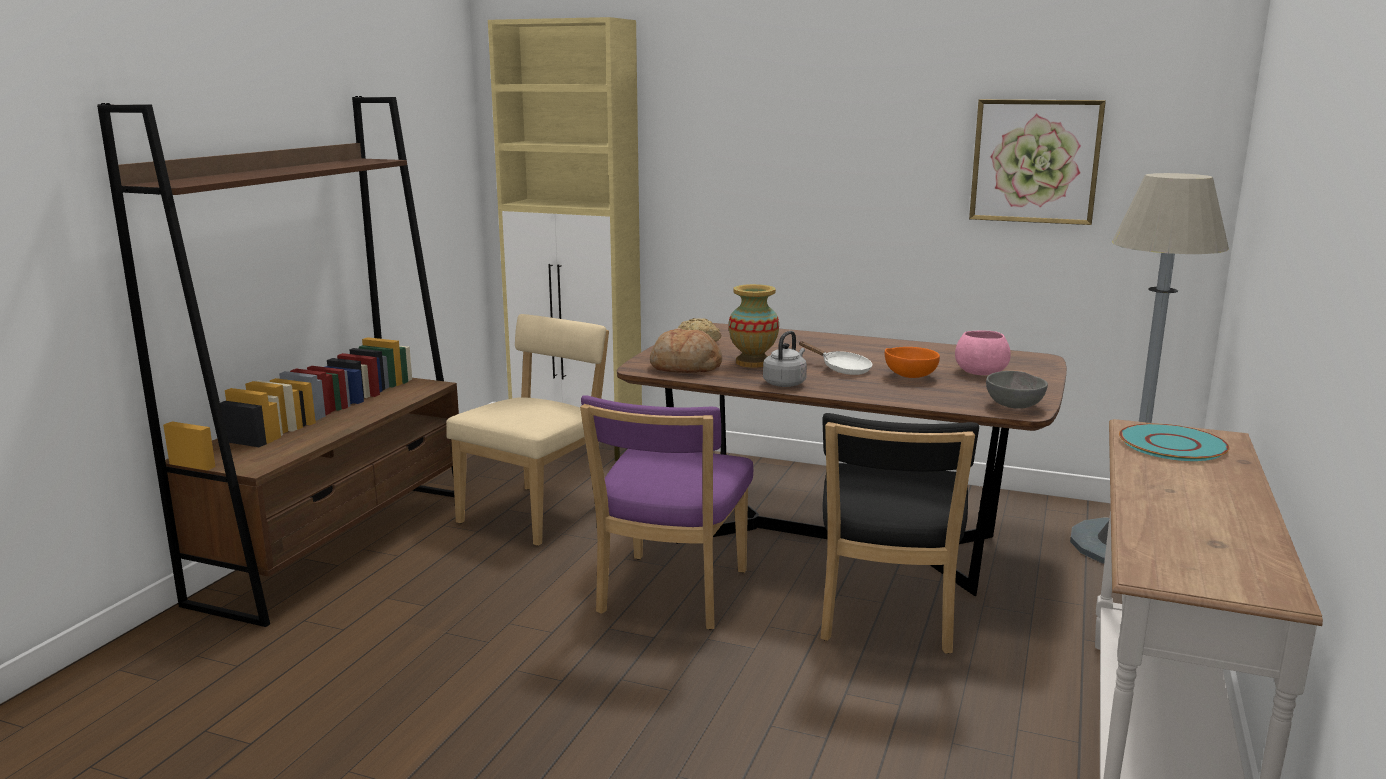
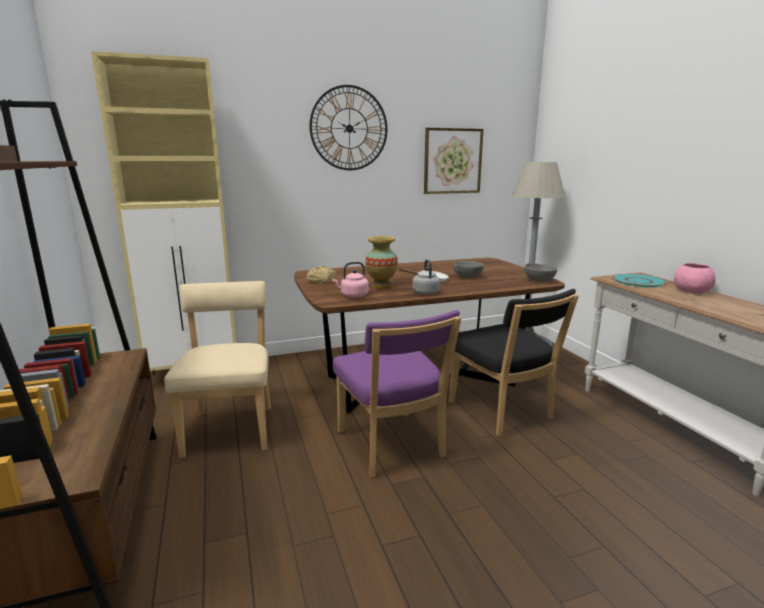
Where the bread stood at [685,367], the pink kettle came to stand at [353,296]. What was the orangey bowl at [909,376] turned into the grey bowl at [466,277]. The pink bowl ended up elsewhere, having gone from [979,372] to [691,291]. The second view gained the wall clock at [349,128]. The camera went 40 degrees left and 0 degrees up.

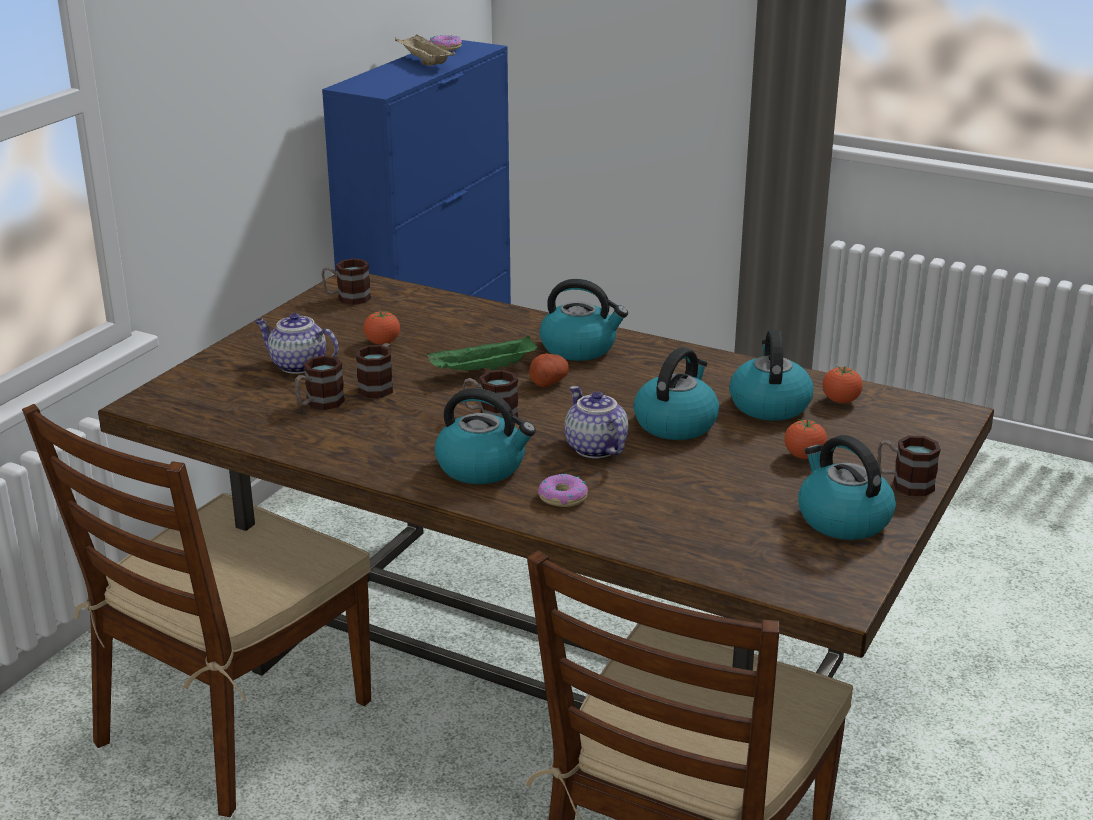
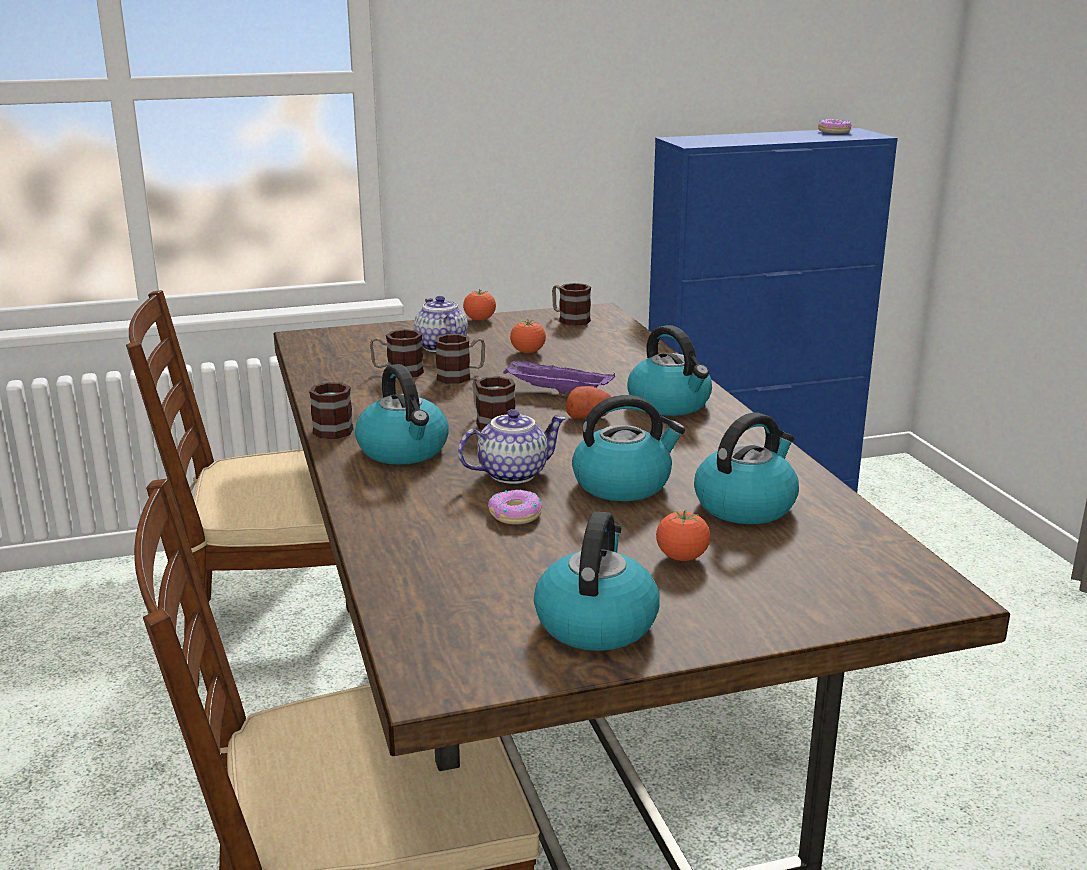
The second view lost the sand-coloured serving tray at [424,62]. What was the green serving tray at [482,371] turned into the purple serving tray at [555,392]. The doughnut ended up elsewhere, having gone from [562,497] to [515,515]. The tea pot at [594,448] ended up facing another way, 45 degrees clockwise from before. The fresh tomato ended up elsewhere, having gone from [840,401] to [479,320]. The tea mug ended up elsewhere, having gone from [904,483] to [331,428]. The camera went 45 degrees right and 5 degrees down.

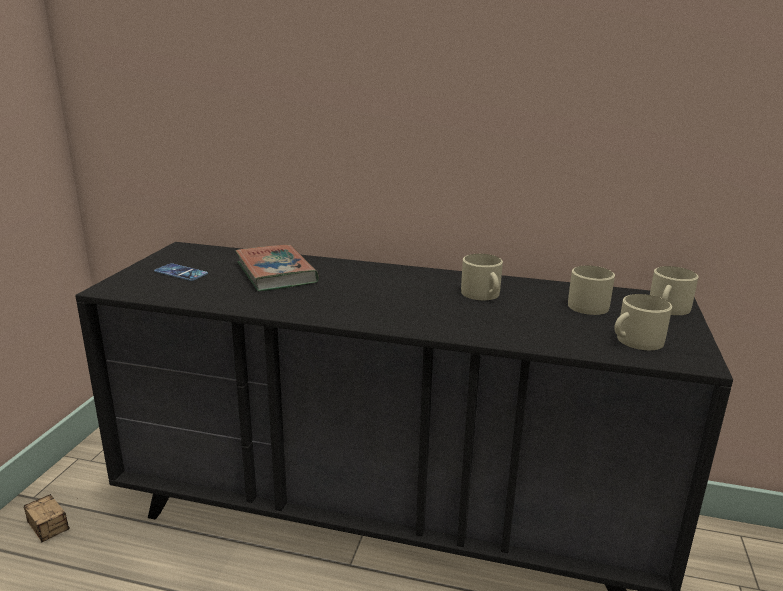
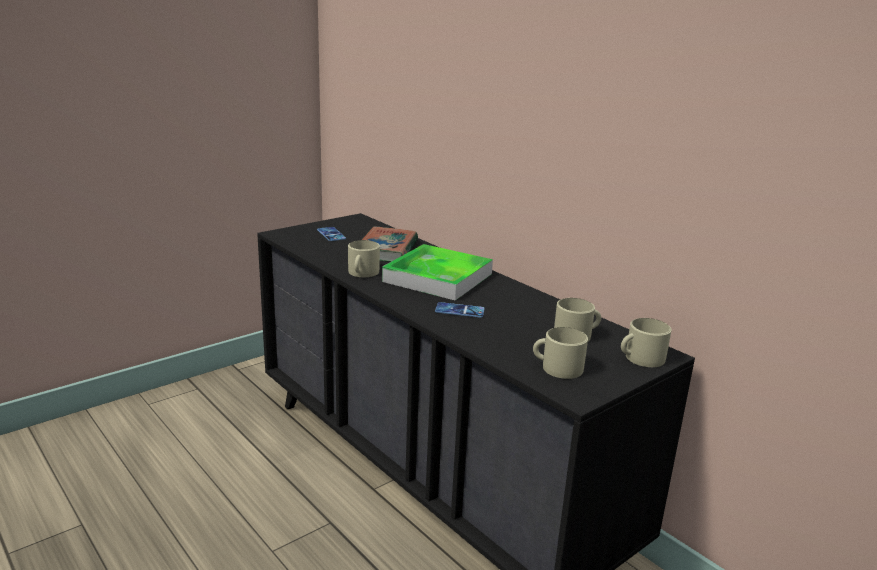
The second view lost the storage bin at [58,541]. The sand-coloured tea mug ended up elsewhere, having gone from [483,295] to [362,273]. The second view gained the serving tray at [438,277]. The second view gained the phone at [459,310]. The camera went 35 degrees right and 0 degrees up.

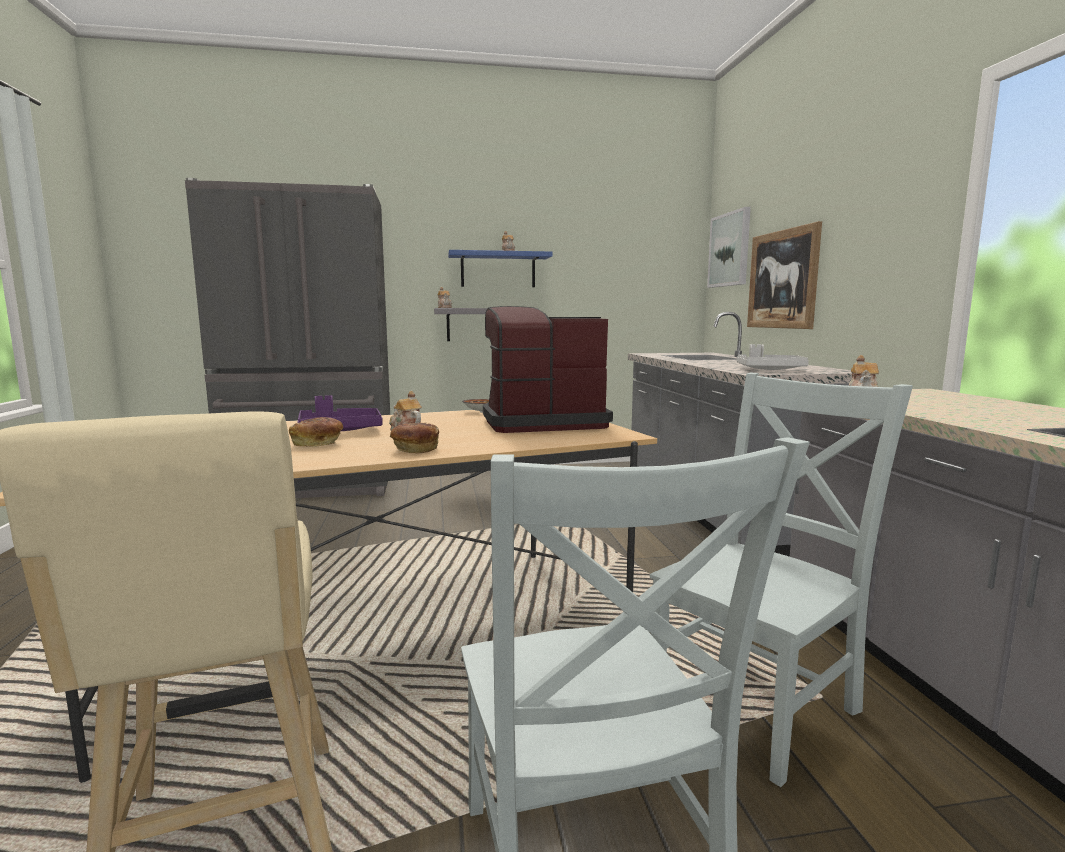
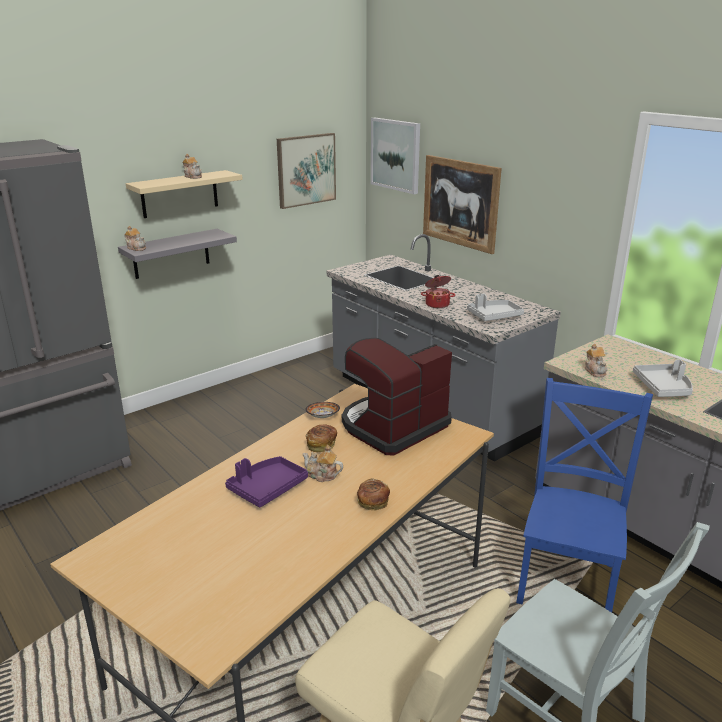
The bread ended up elsewhere, having gone from [318,444] to [321,445]. What was the bluish shelf at [498,270] turned into the sand-coloured shelf at [179,194]. What was the grey chair at [759,703] turned into the bluish chair at [568,579]. The second view gained the wall picture at [306,170]. The second view gained the stockpot at [437,304]. The second view gained the grey serving tray at [663,387]. The camera went 30 degrees left and 15 degrees up.

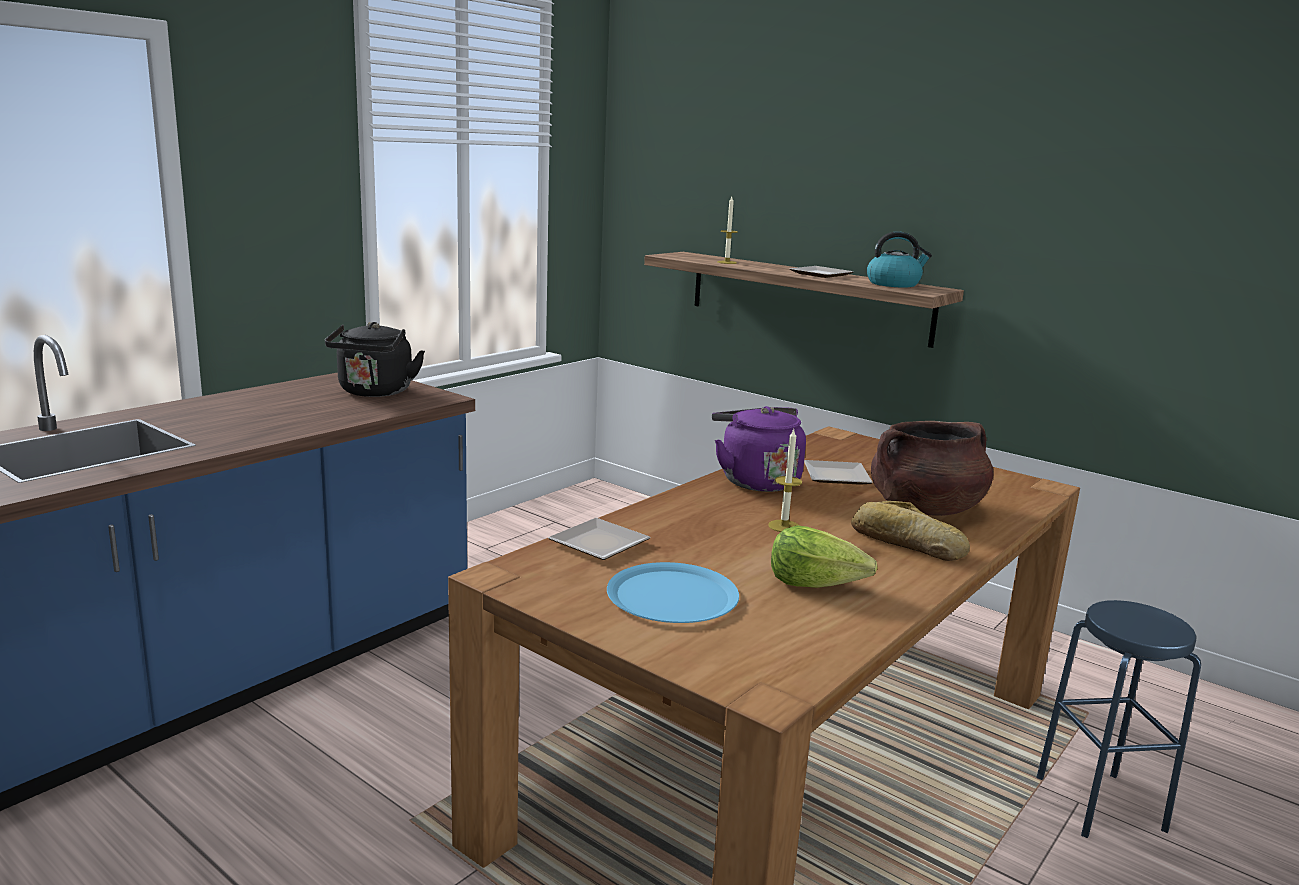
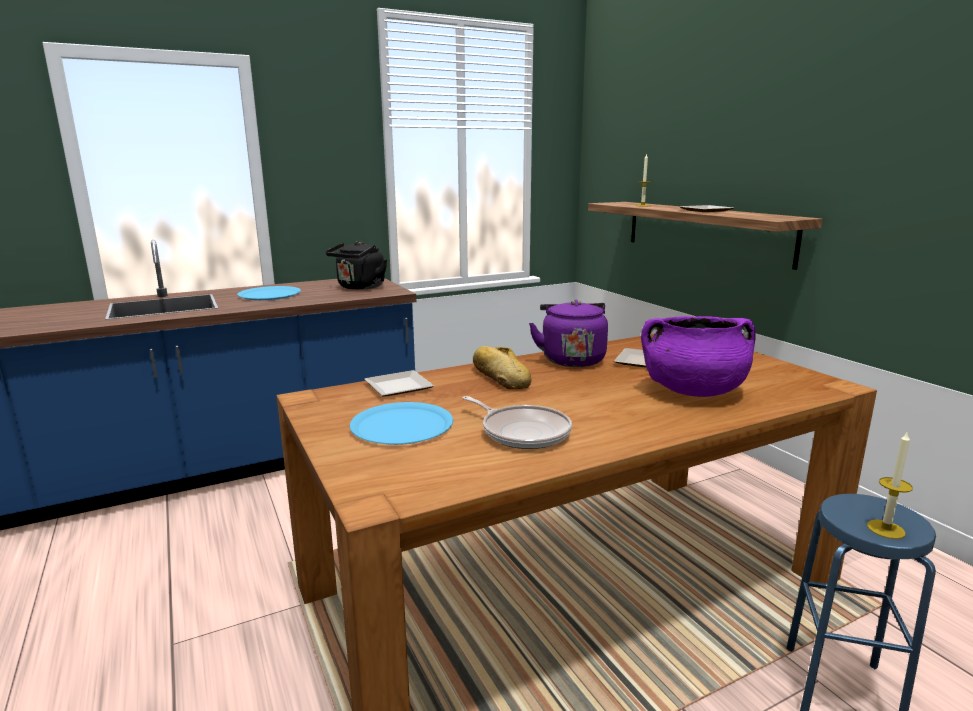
The candle ended up elsewhere, having gone from [784,526] to [885,529]. Where the lettuce head stood at [815,583], the pan came to stand at [522,432]. The bread ended up elsewhere, having gone from [905,543] to [500,377]. The second view lost the kettle at [894,284]. What was the brown-coloured stockpot at [925,508] turned into the purple stockpot at [693,391]. The second view gained the bluish plate at [269,294]. The camera went 25 degrees right and 0 degrees up.

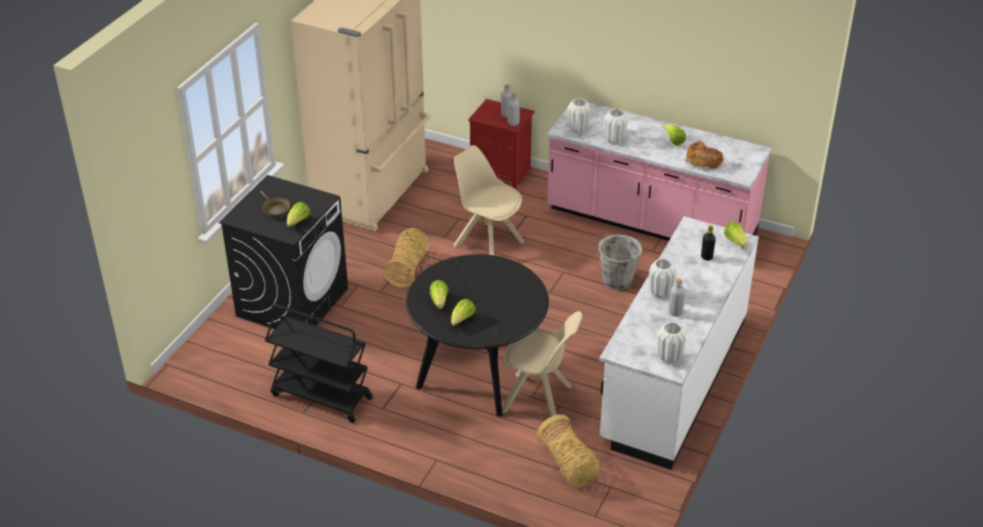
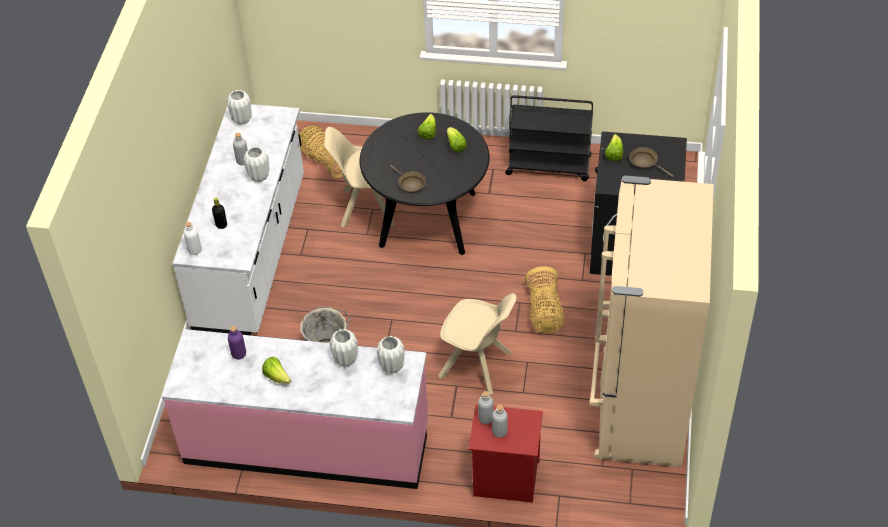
Where the bread stood at [703,160], the purple drink bottle came to stand at [239,354]. Where the lettuce head stood at [735,241], the whitish drink bottle came to stand at [194,250]. The second view gained the brown-coloured pan at [410,184]. The camera went 165 degrees right and 10 degrees up.

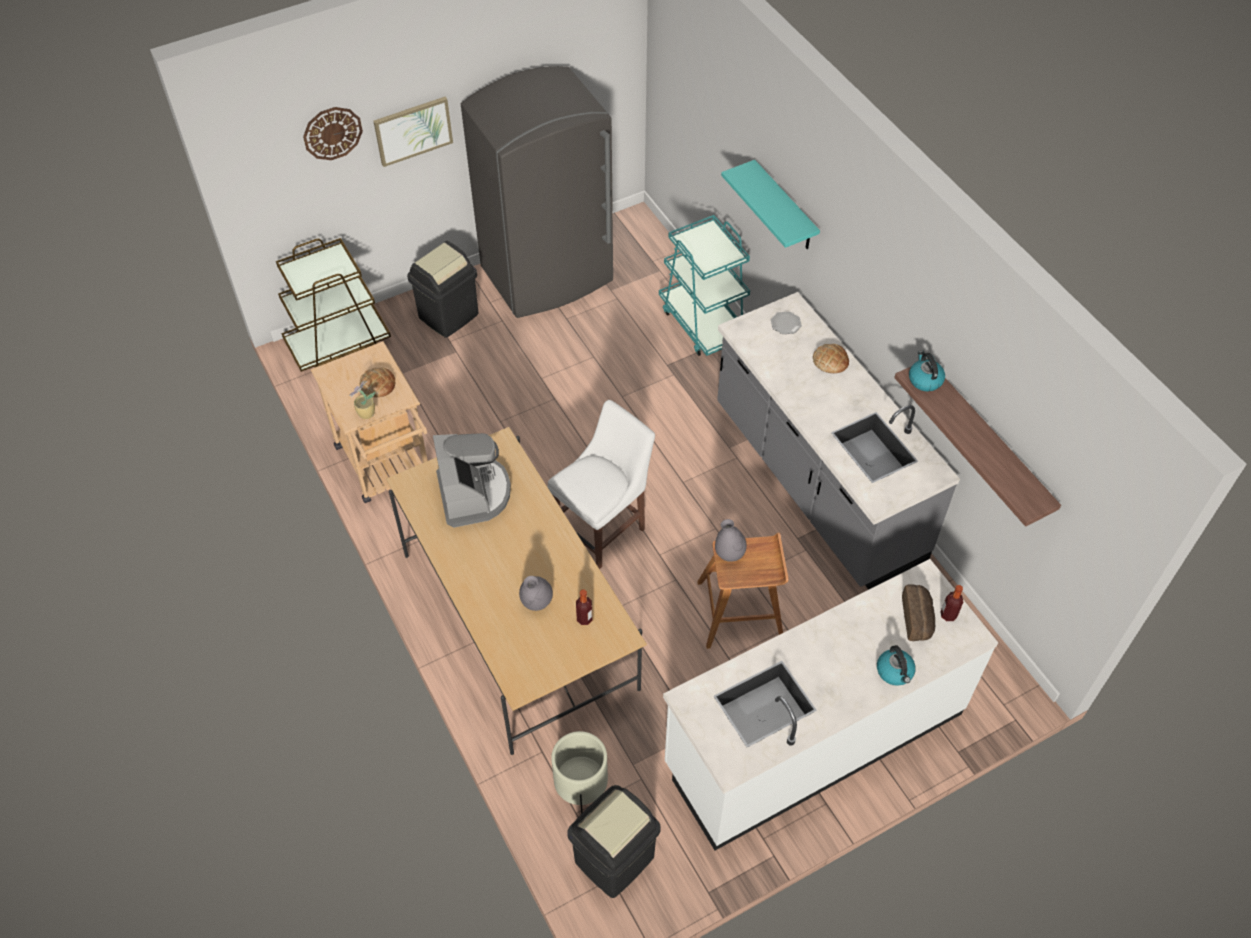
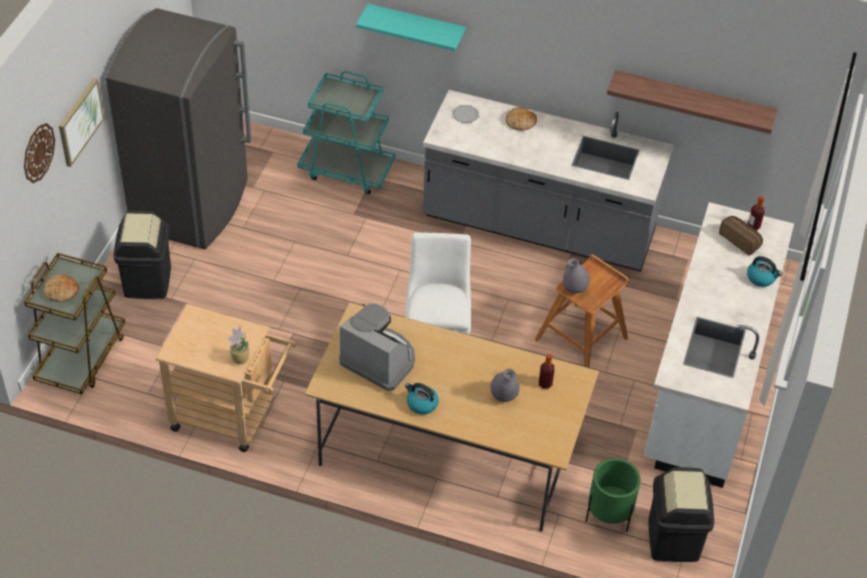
The bread ended up elsewhere, having gone from [378,385] to [61,290]. What was the sand-coloured planter at [581,790] turned into the green planter at [608,517]. The kettle ended up elsewhere, having gone from [924,380] to [421,404]. The camera went 45 degrees left and 5 degrees down.

